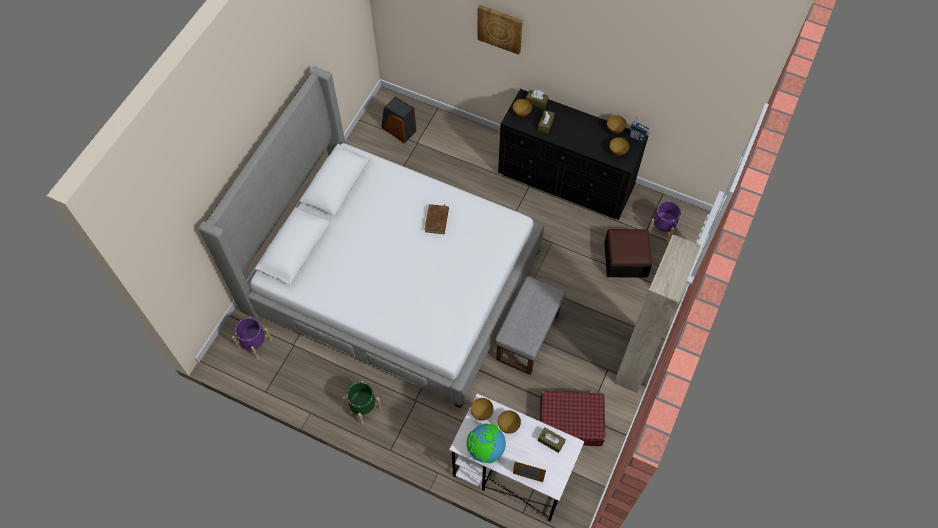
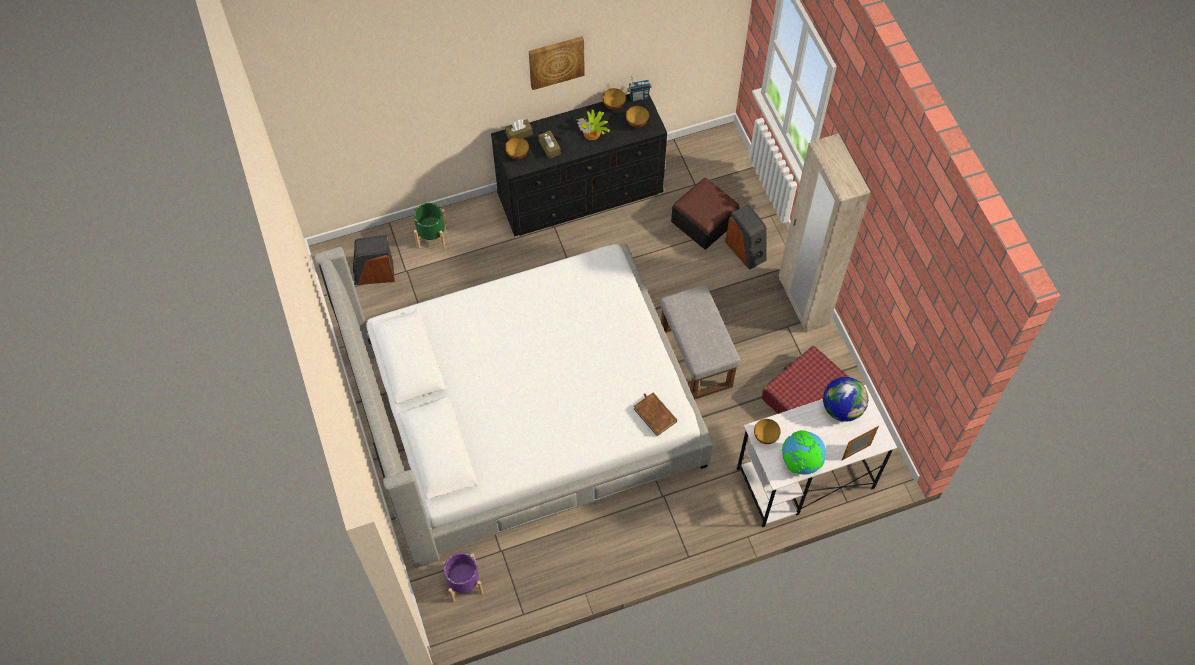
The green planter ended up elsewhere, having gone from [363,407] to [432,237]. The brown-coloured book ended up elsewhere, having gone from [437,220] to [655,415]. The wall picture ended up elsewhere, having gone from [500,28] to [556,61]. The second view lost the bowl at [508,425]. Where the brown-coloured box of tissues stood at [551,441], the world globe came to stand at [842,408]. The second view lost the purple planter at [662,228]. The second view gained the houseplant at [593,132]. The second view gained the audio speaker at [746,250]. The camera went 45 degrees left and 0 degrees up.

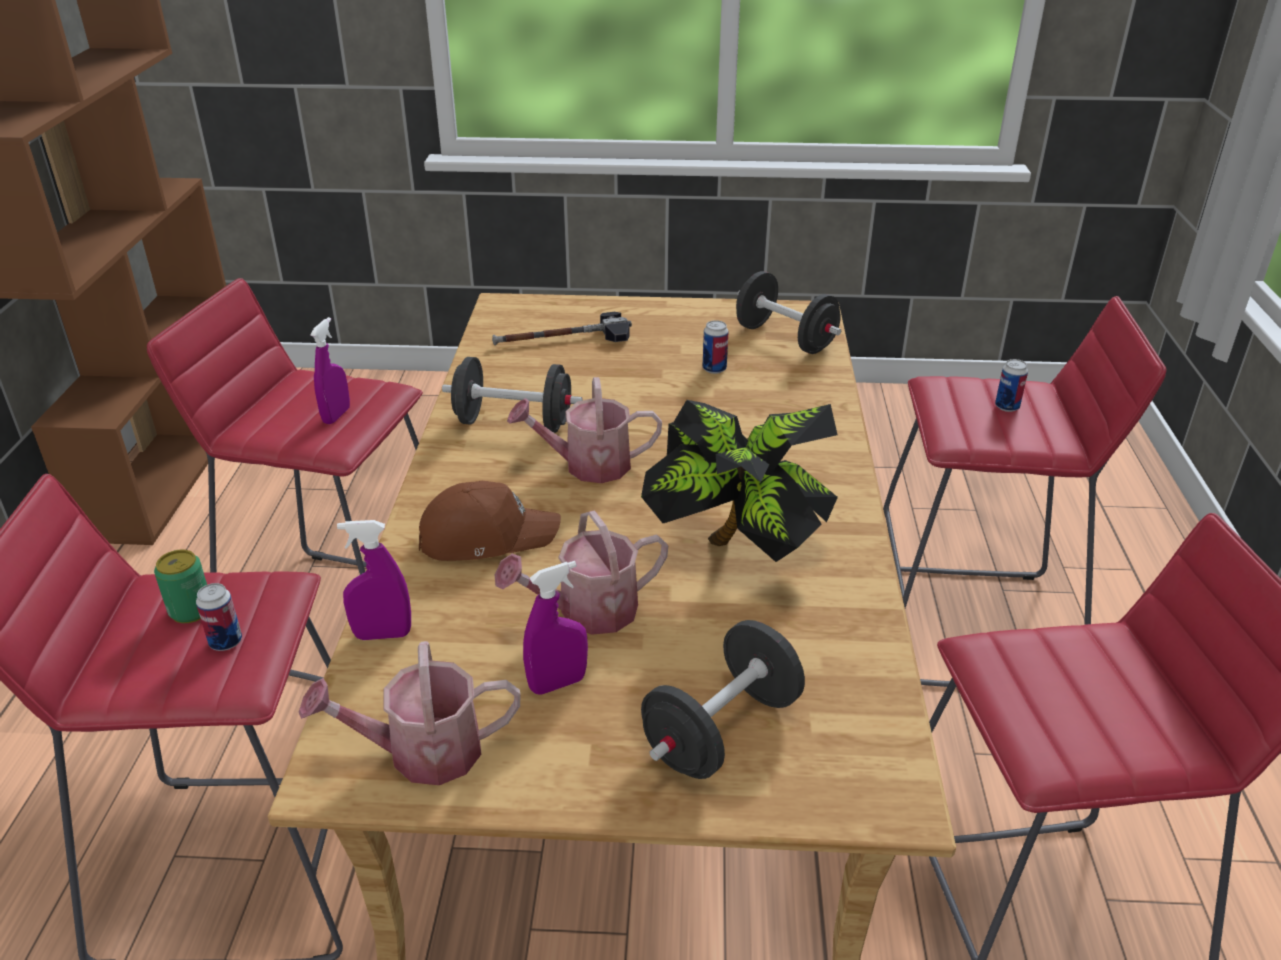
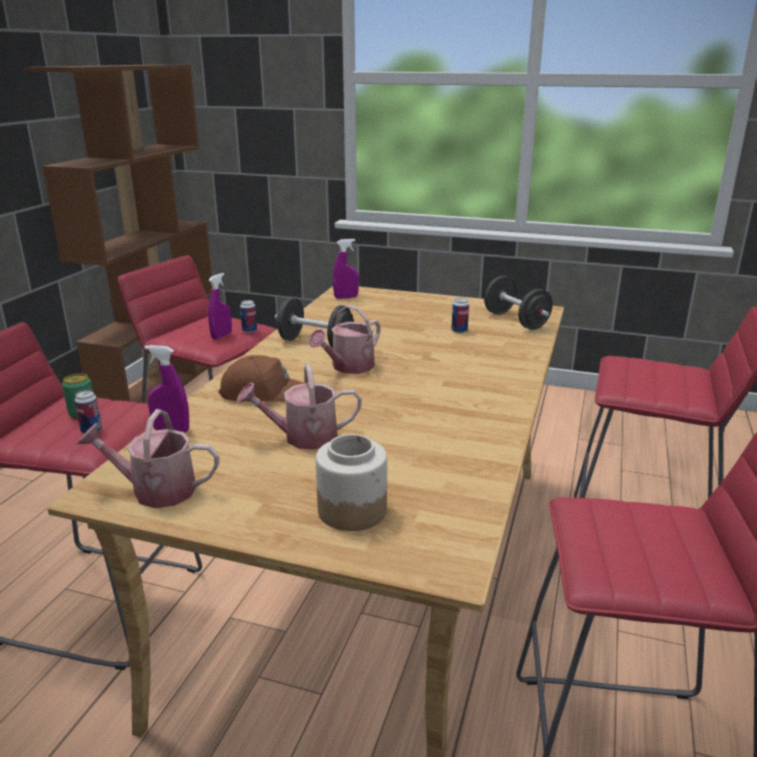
The second view lost the hand hammer at [563,340]. The sprinkling can at [587,465] ended up facing another way, 60 degrees counterclockwise from before. The purple sprayer ended up elsewhere, having gone from [557,683] to [346,297]. The second view lost the houseplant at [738,549]. Where the black hand weight stood at [721,731], the preserve jar came to stand at [352,510]. The sealed can ended up elsewhere, having gone from [1007,407] to [249,330]. The camera went 15 degrees right and 10 degrees down.

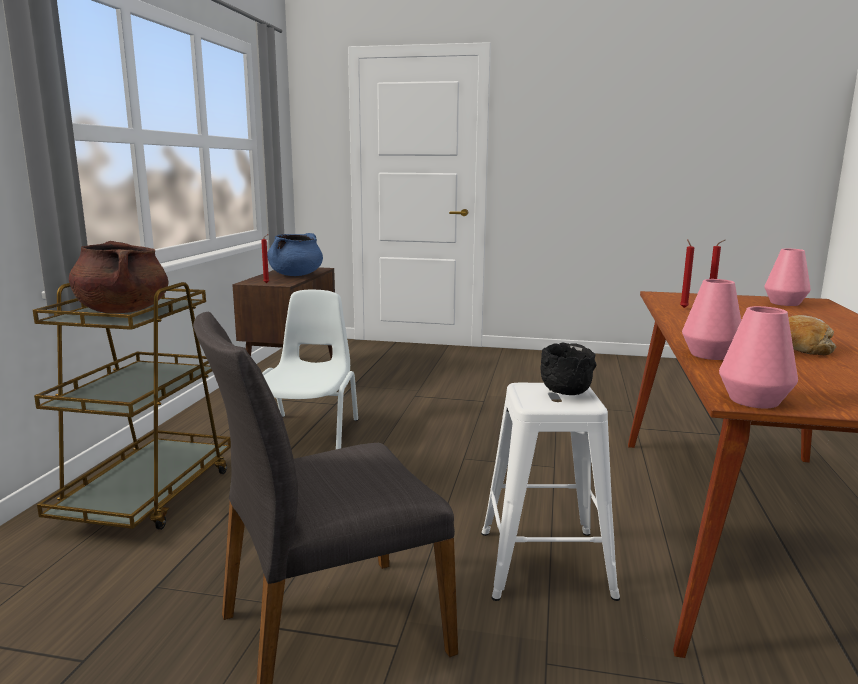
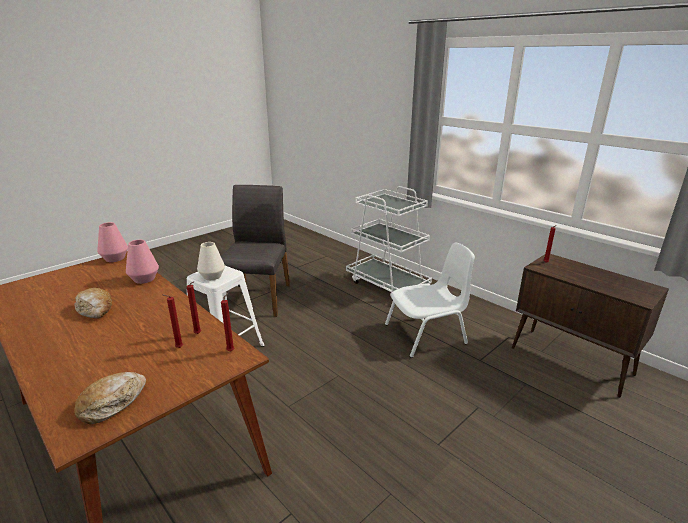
What was the brown-coloured cart at [148,496] turned into the whitish cart at [387,284]. The second view lost the brown-coloured stockpot at [123,311]. The whitish chair at [308,434] ended up facing another way, 60 degrees counterclockwise from before. The second view lost the bluish stockpot at [296,275]. Where the black bowl stood at [565,393], the whitish vase came to stand at [212,276]. Where the pink vase stood at [784,303], the bread came to stand at [113,403]. The second view gained the red-coloured candle at [231,350]. The camera went 125 degrees right and 10 degrees up.

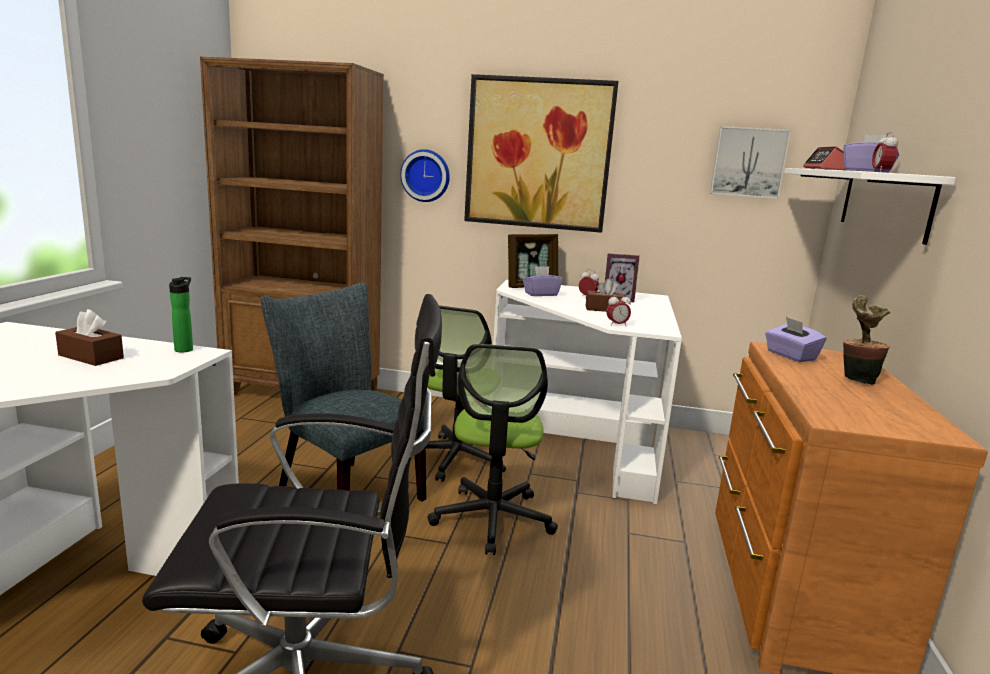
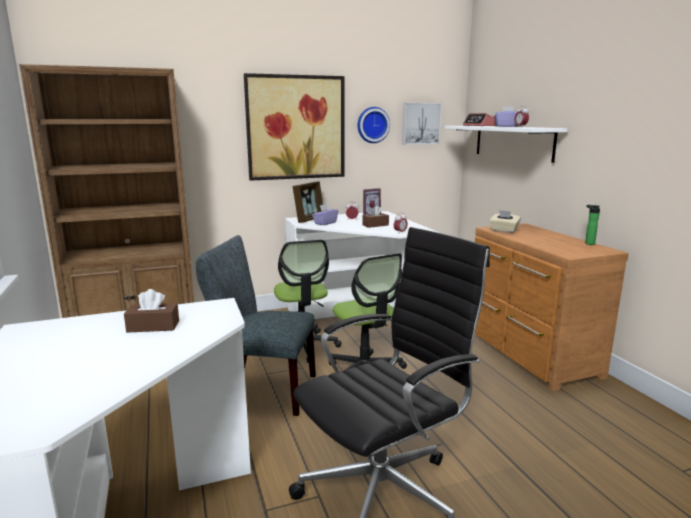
The drink bottle ended up elsewhere, having gone from [185,349] to [588,243]. The wall clock ended up elsewhere, having gone from [426,175] to [372,125]. What was the purple box of tissues at [790,356] turned into the sand-coloured box of tissues at [504,230]. The second view lost the houseplant at [855,379]. The camera went 30 degrees left and 0 degrees up.

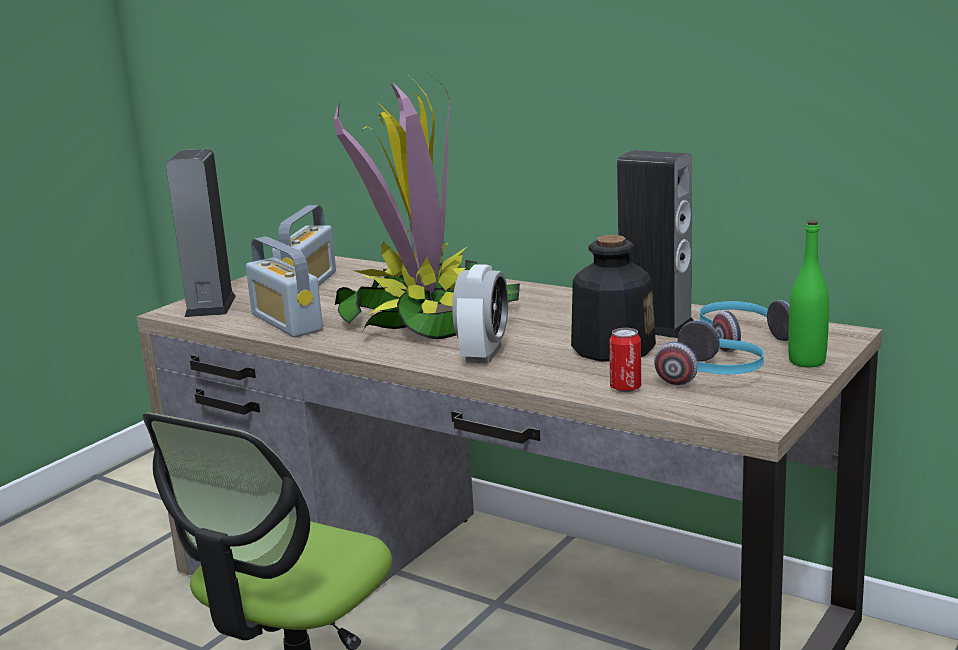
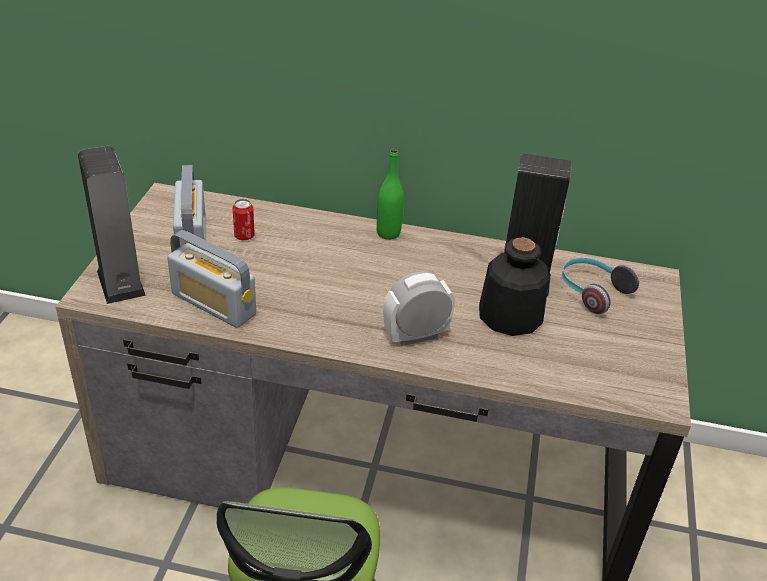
The second view lost the houseplant at [423,316]. The bedside clock at [483,354] ended up facing another way, 105 degrees counterclockwise from before. The sealed can ended up elsewhere, having gone from [625,388] to [244,236]. The second view lost the headset at [713,376]. The green drink bottle ended up elsewhere, having gone from [807,361] to [388,233]. The camera went 25 degrees left and 20 degrees up.

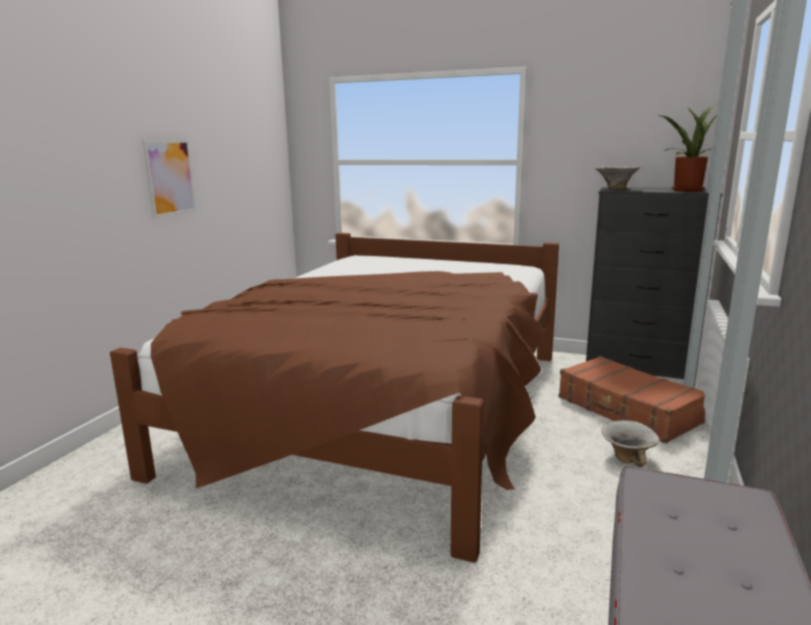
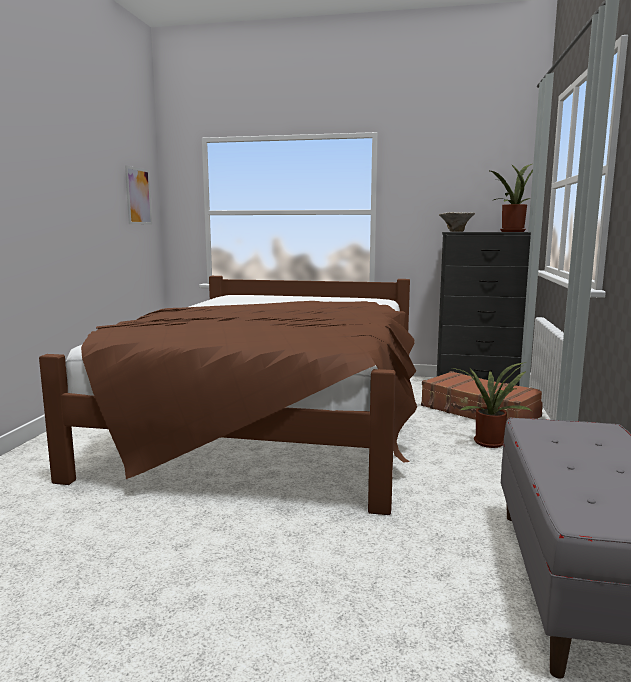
The wall picture ended up elsewhere, having gone from [170,177] to [138,196]. Where the bowl stood at [628,458], the houseplant came to stand at [489,441]. The camera went 10 degrees left and 5 degrees down.

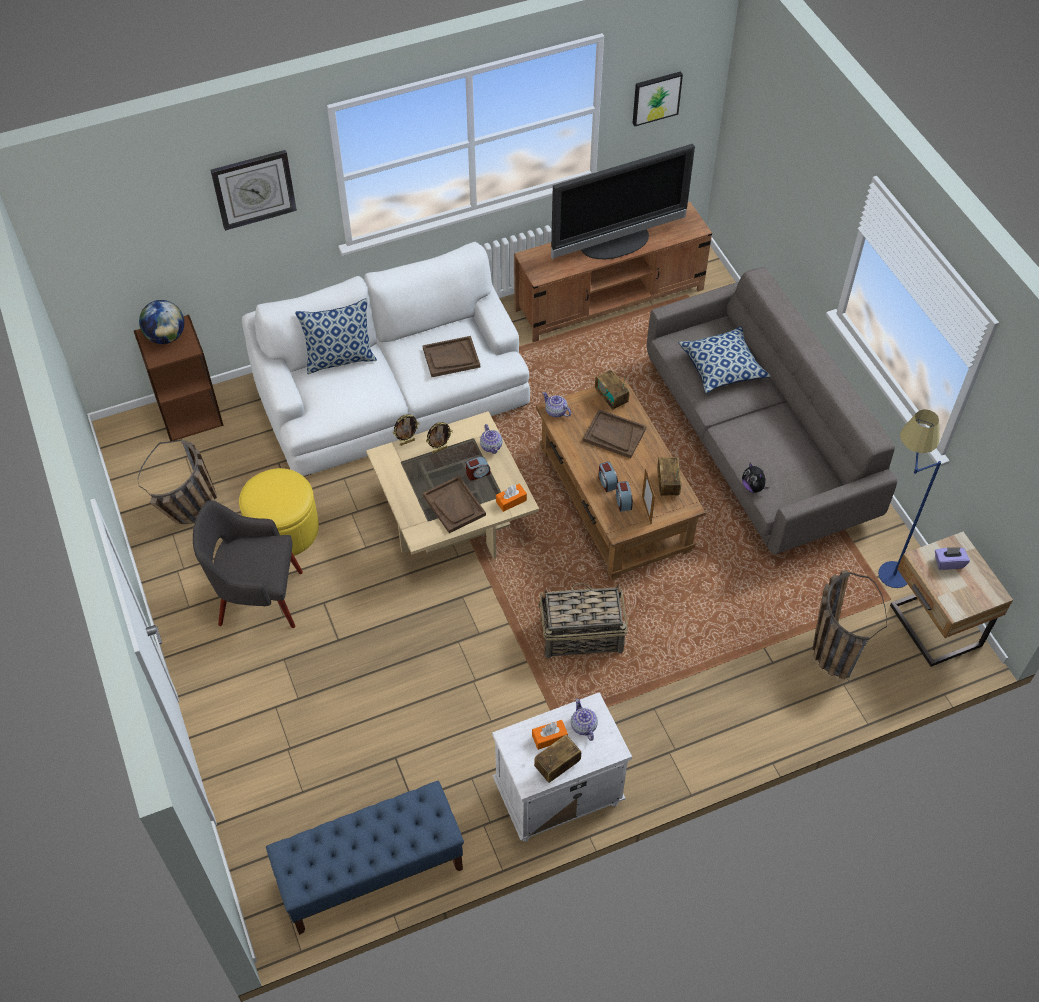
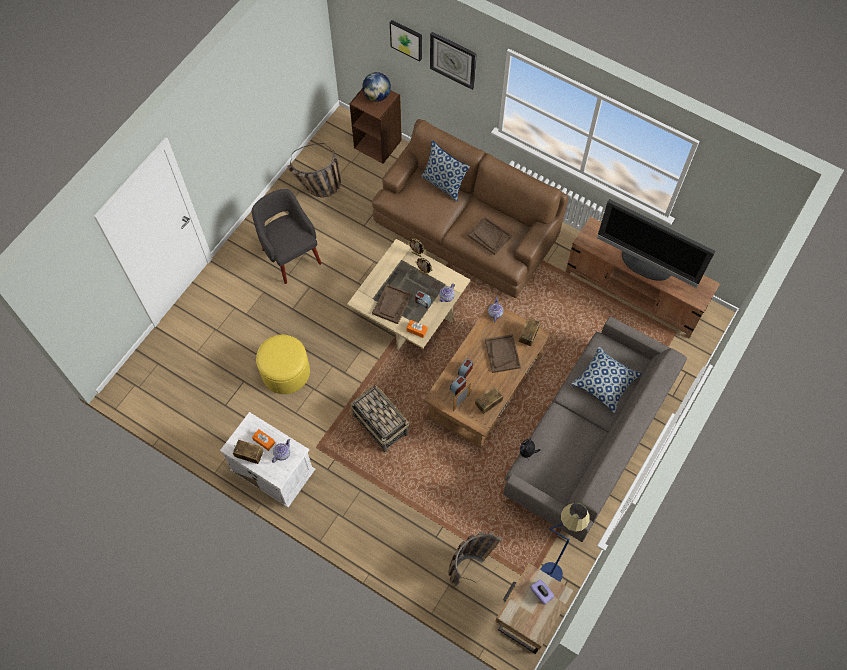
The yellow ottoman ended up elsewhere, having gone from [283,529] to [285,372]. What was the whitish couch at [393,399] turned into the brown-coloured couch at [465,229]. The second view lost the bluish bench at [371,873]. The wall picture ended up elsewhere, having gone from [656,97] to [407,39]. The camera went 55 degrees right and 10 degrees up.

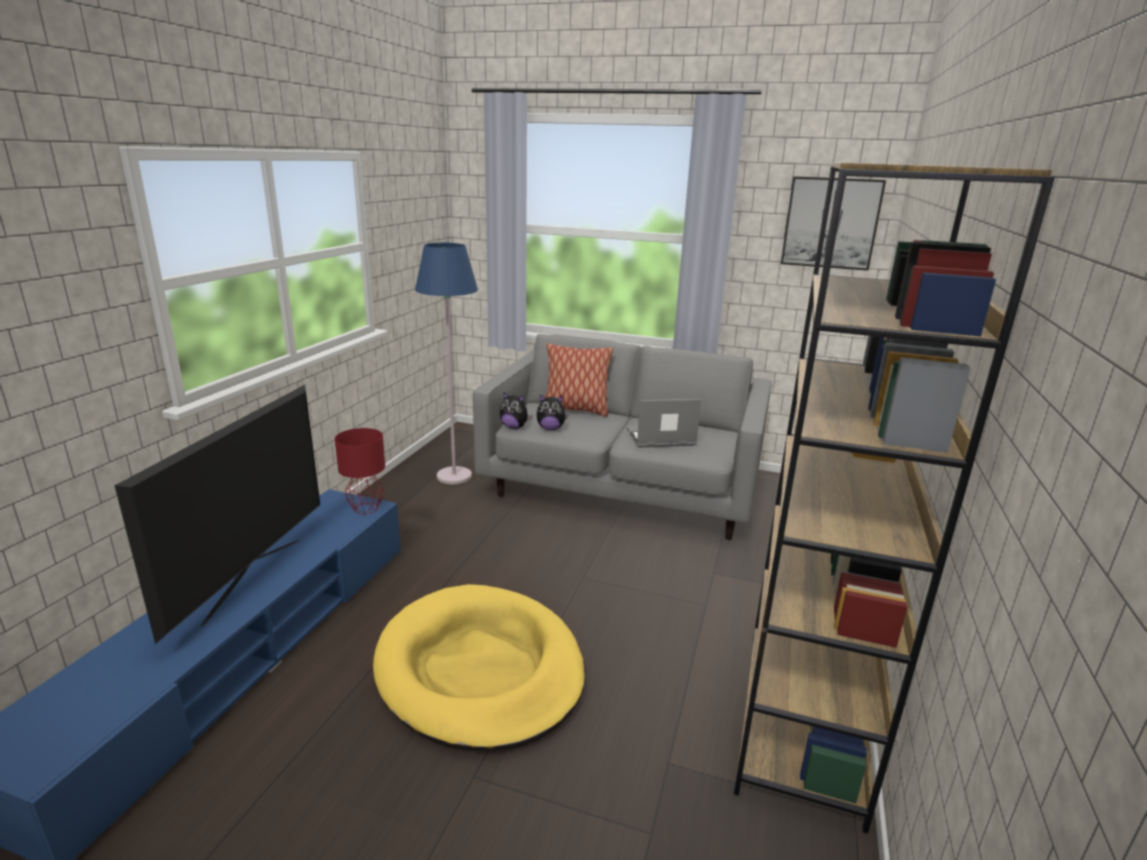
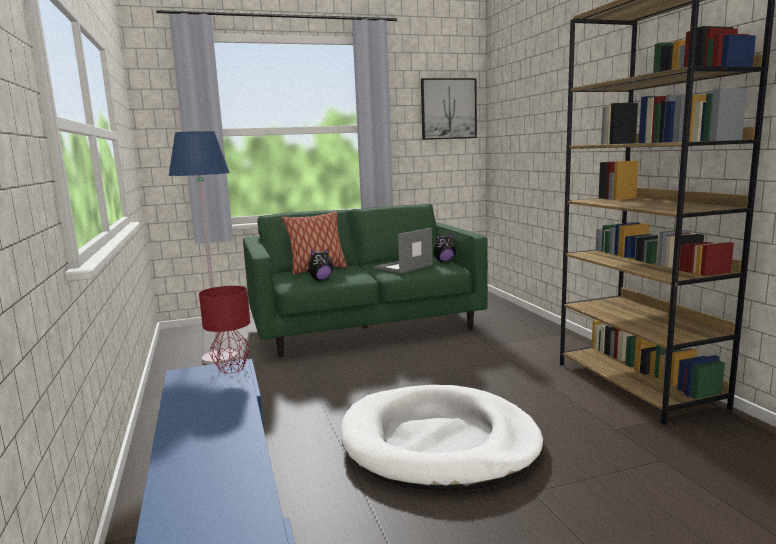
The second view lost the television at [252,578]. What was the yellow pet bed at [480,670] turned into the whitish pet bed at [439,443]. What was the grey couch at [621,489] turned into the green couch at [364,327]. The cuddly toy ended up elsewhere, having gone from [514,427] to [444,261]. The camera went 35 degrees left and 10 degrees down.

